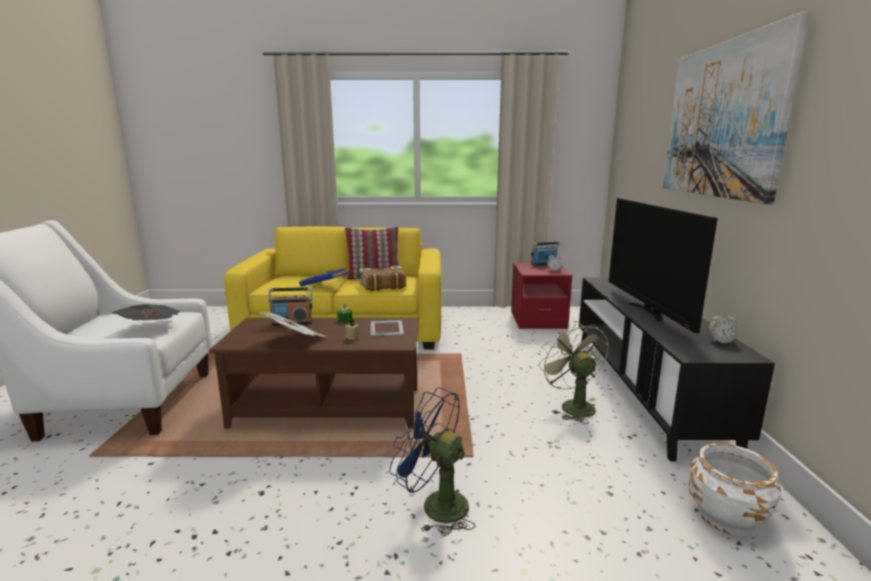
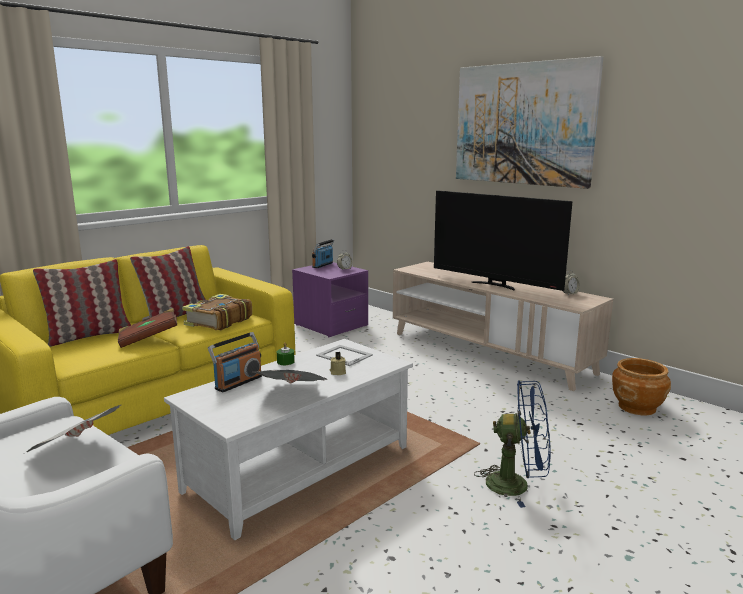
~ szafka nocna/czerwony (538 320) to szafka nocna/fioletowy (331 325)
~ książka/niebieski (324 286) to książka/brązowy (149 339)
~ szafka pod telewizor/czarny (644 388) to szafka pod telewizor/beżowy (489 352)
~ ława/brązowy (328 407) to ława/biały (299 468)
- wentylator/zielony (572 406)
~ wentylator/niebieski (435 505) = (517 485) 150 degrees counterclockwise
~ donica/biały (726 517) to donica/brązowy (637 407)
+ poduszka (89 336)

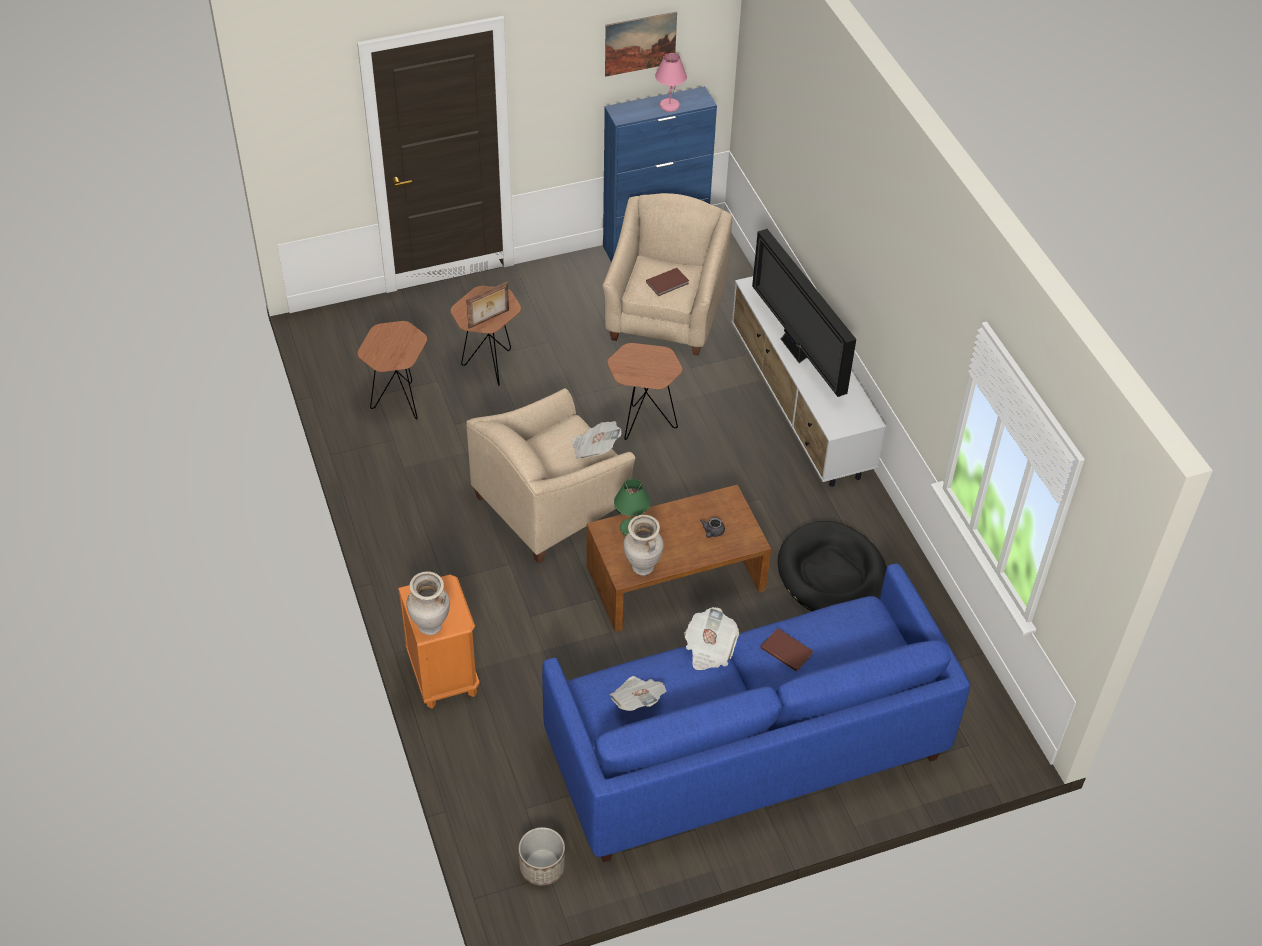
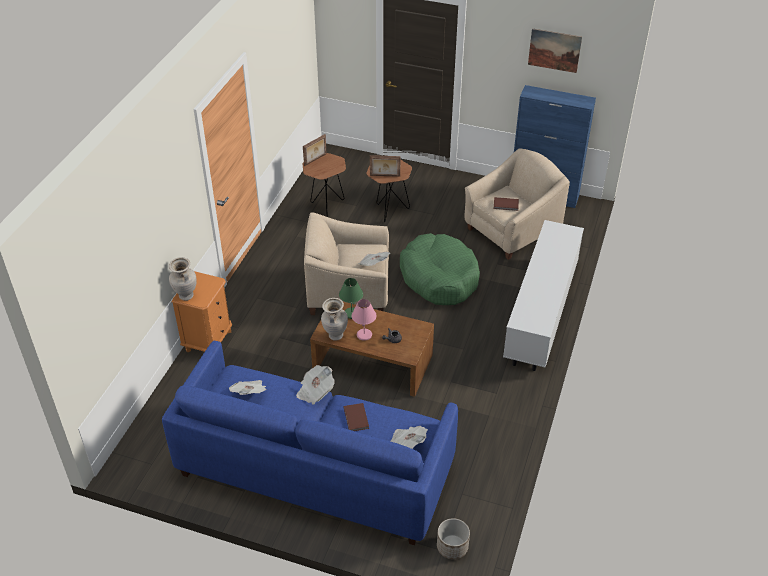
~ lampa stołowa/różowy (669 106) to (364 335)
- telewizor (795 351)
~ stolik/brązowy (642 424) to legowisko/zielony (439 278)
- legowisko/czarny (832 575)
~ donica (542 867) to (452 547)
+ ramka na zdjęcie (315 160)
+ gazeta (407 443)

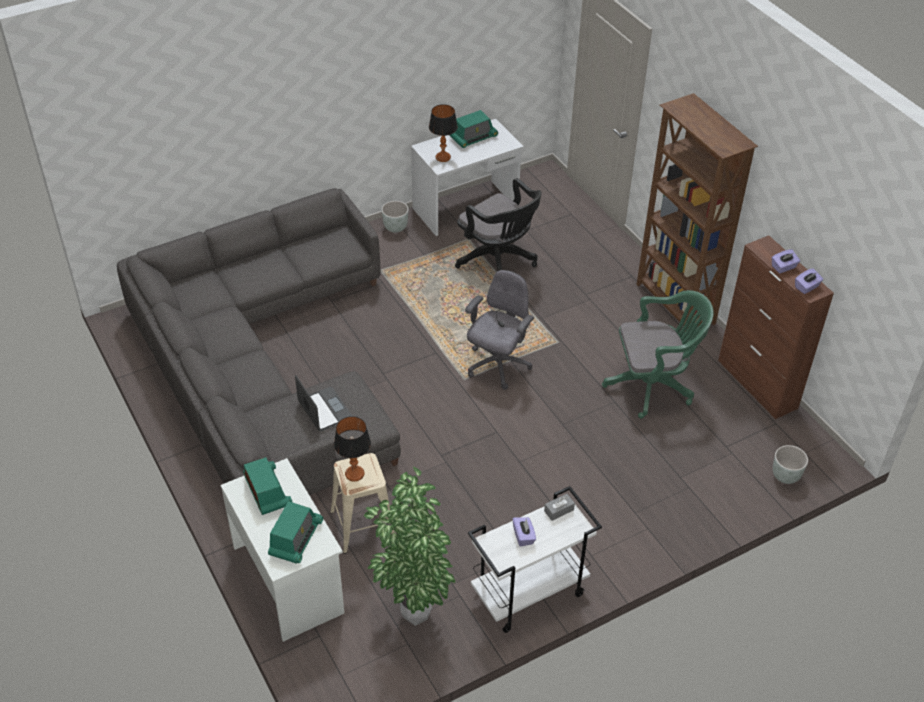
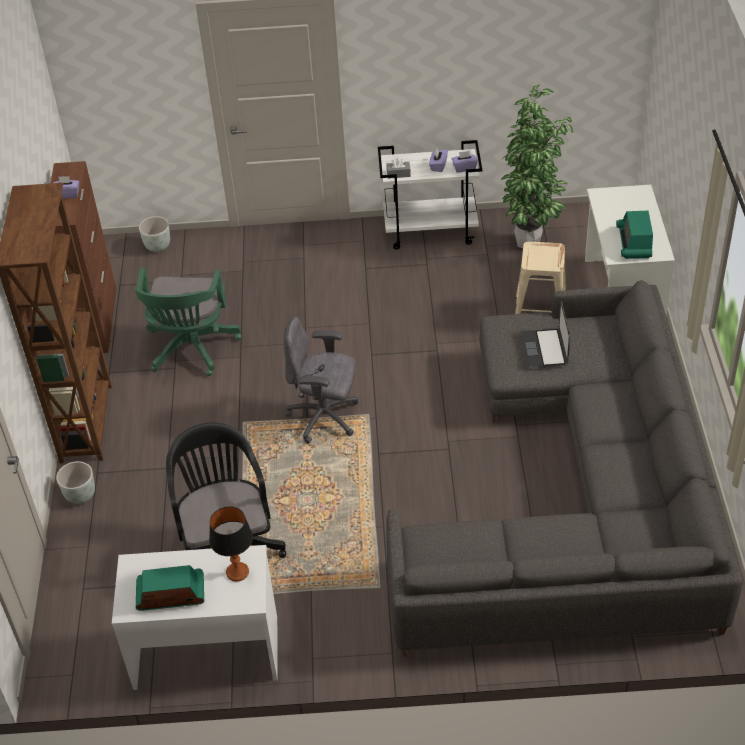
~ donica/szary (395 227) to (80 495)
~ pudełko chusteczek/fioletowy (807 287) to (464 168)
~ krzesło biurowe/szary (497 366) = (325 417) 45 degrees clockwise
~ krzesło biurowe/zielony (653 385) = (191 349) 105 degrees counterclockwise
- lampa stołowa (355 474)
- radio (295 539)

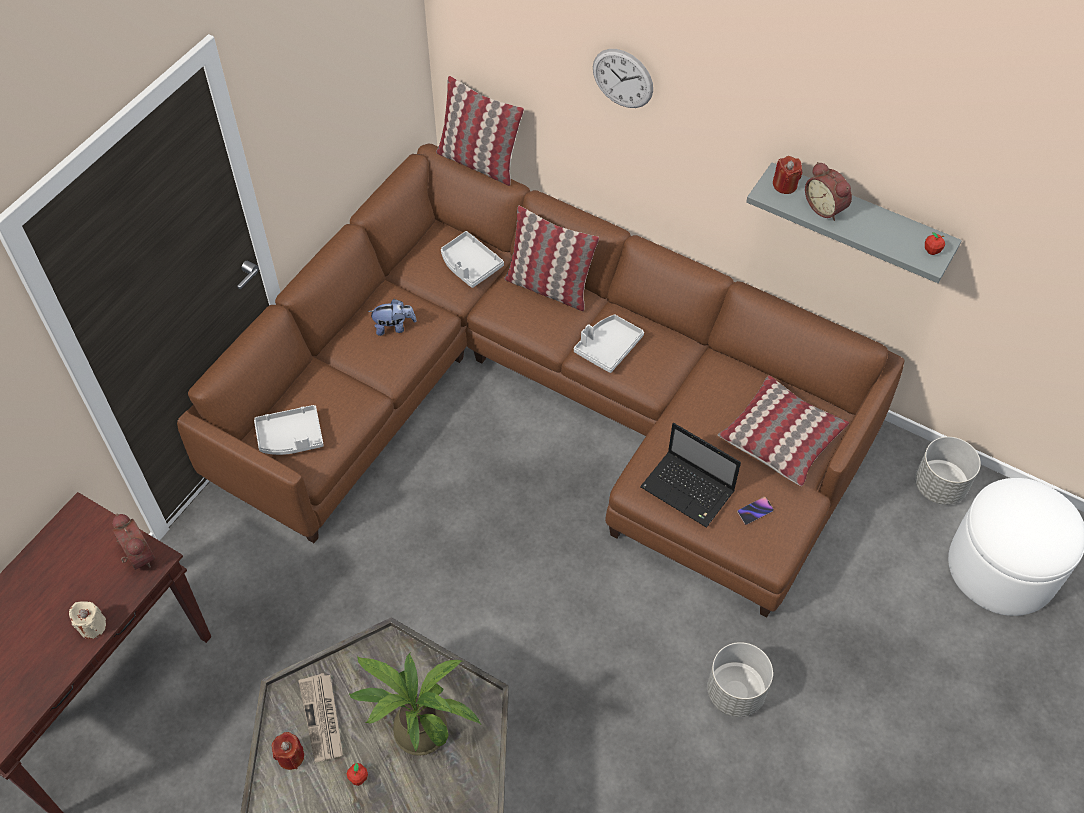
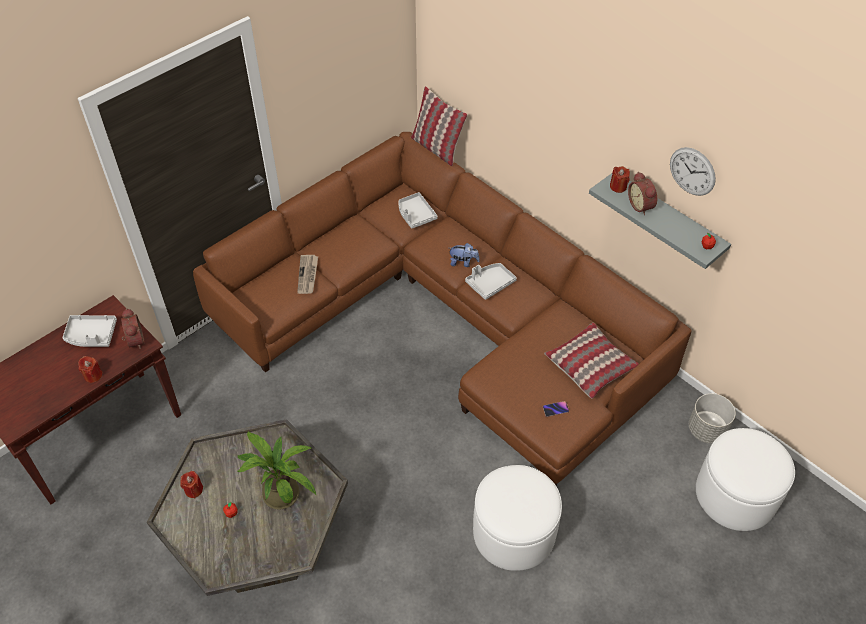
~ zegar ścienny (622 78) to (692 171)
- poduszka (549 287)
~ pluszak (394 327) to (463 263)
~ taca/szary (291 437) to (91 335)
- laptop (689 490)
~ świeca/beżowy (92 626) to świeca/czerwony (93 375)
~ donica/szary (735 692) to pufa/biały (514 532)
~ gazeta (323 718) to (308 275)

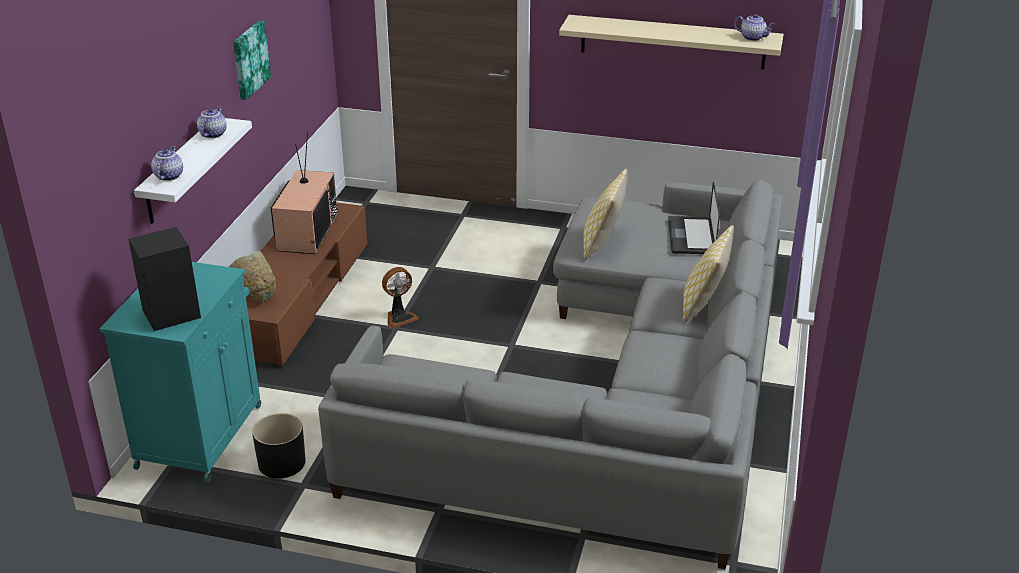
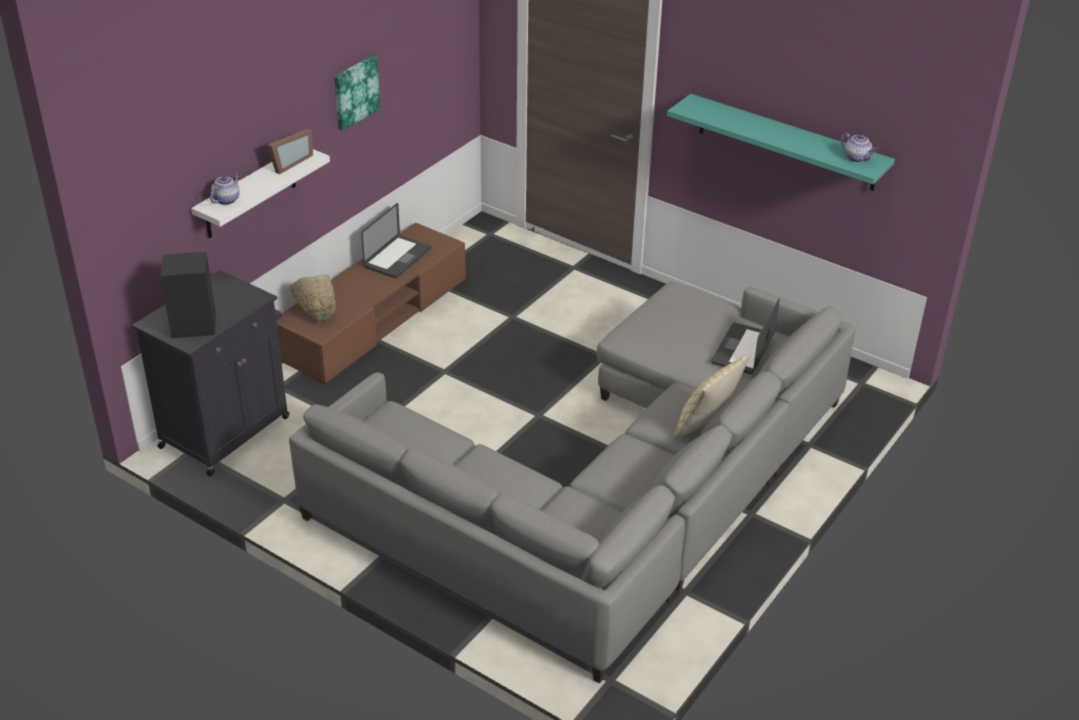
~ półka/beżowy (672 42) to półka/turkusowy (786 142)
~ imbryk (213 134) to ramka na zdjęcie (288 163)
~ telewizor (306 231) to laptop (397 258)
- poduszka (602 243)
~ szafka/turkusowy (201 434) to szafka/czarny (227 431)
- wentylator (399 317)
- donica/czarny (282 462)

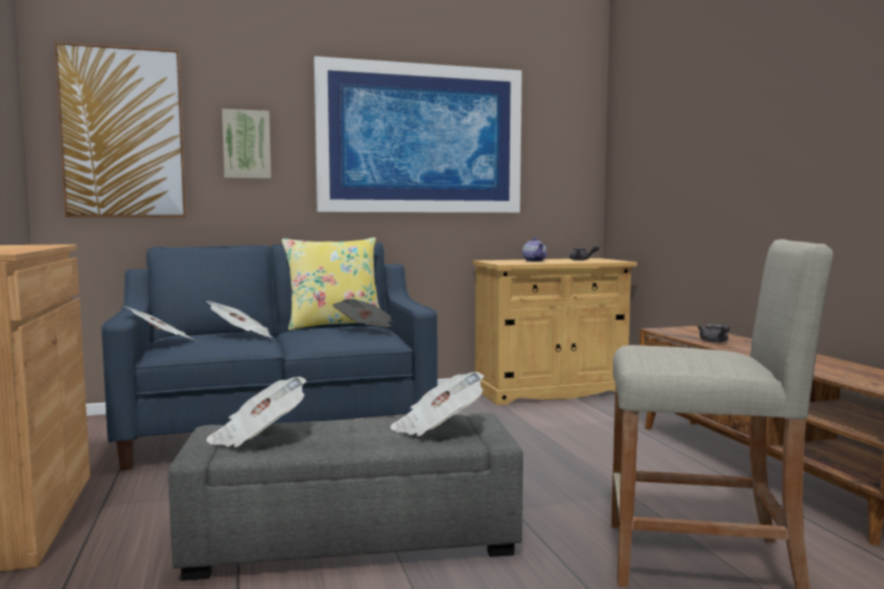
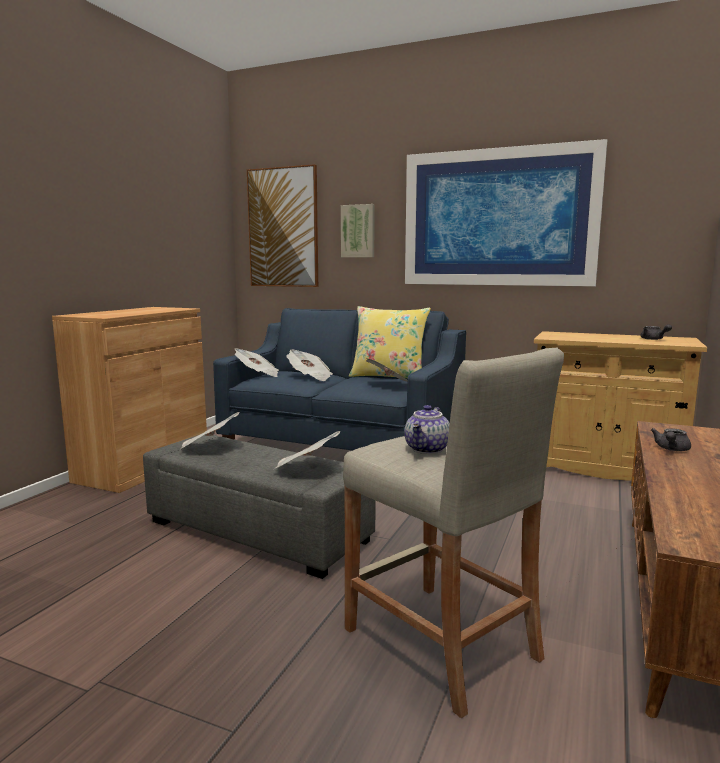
~ imbryk (534 261) to (428 449)

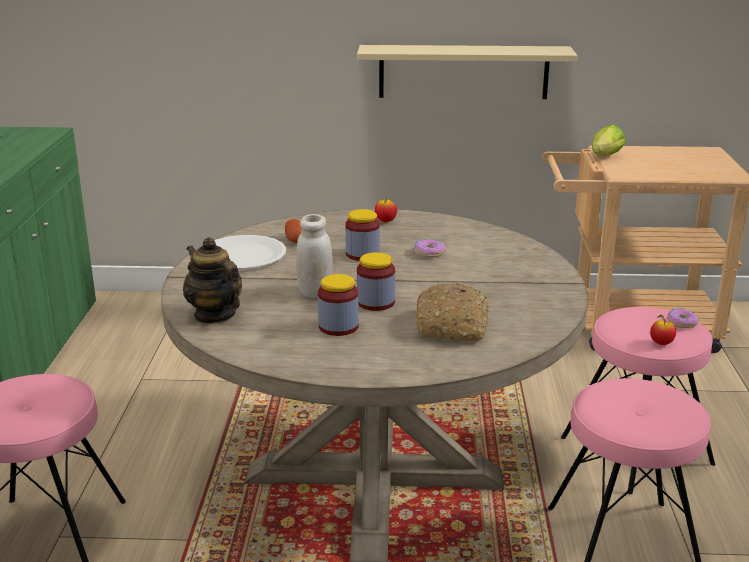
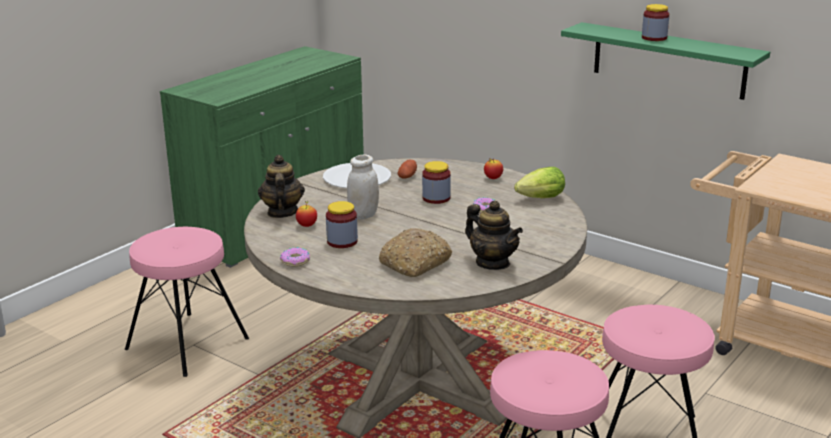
~ półka/beżowy (463 72) to półka/zielony (668 60)
~ sałata (604 157) to (538 199)
~ słoik (375 302) to (654 38)
~ donut (682 322) to (295 261)
~ jabłko (661 343) to (307 225)
+ imbryk (492 263)

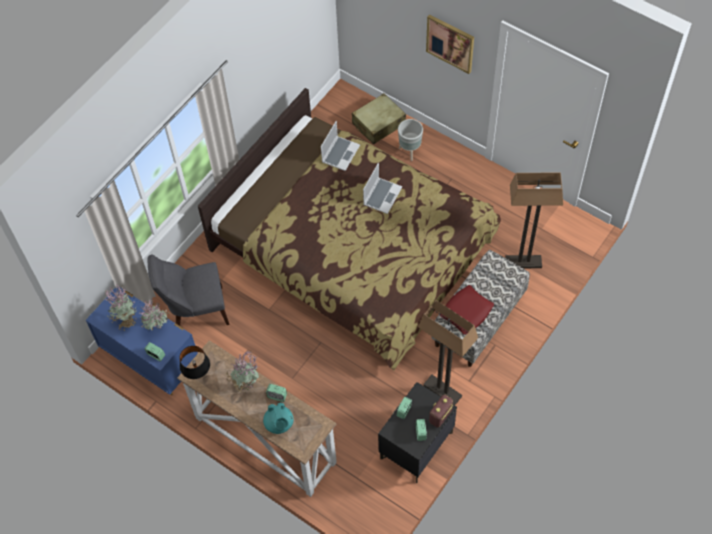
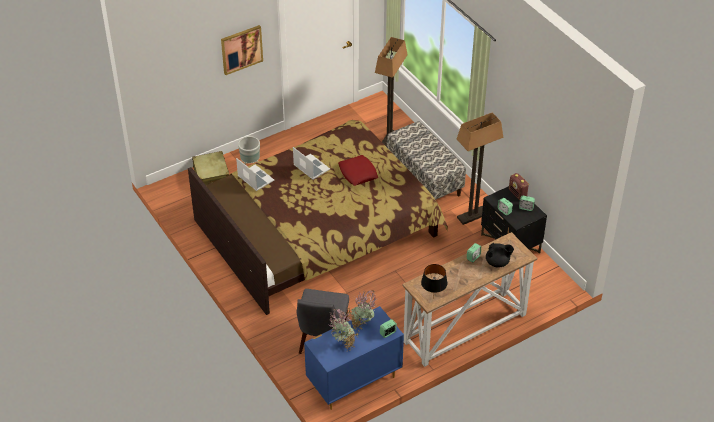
~ poduszka/czerwony (466 312) to (358 173)
- roślina doniczkowa (246 383)
~ imbryk/turkusowy (279 424) to imbryk/czarny (498 262)

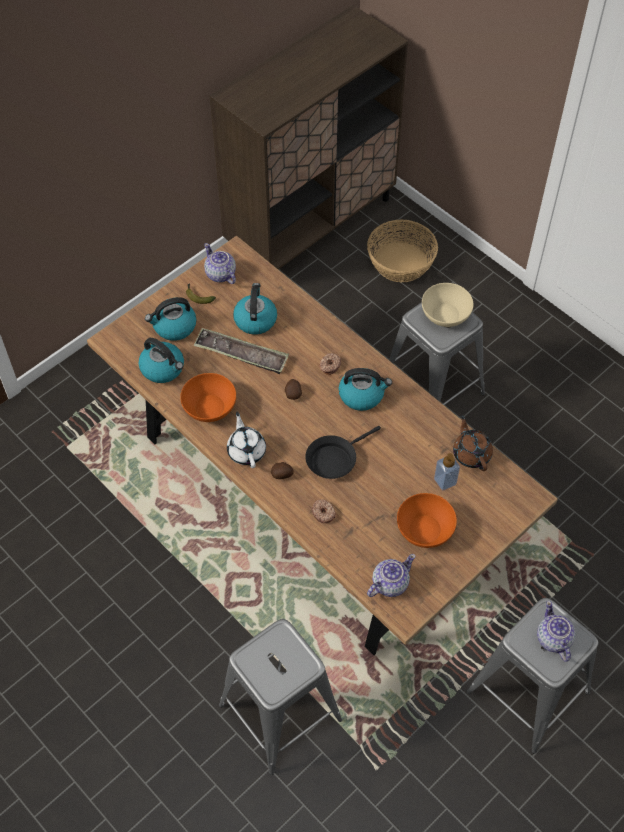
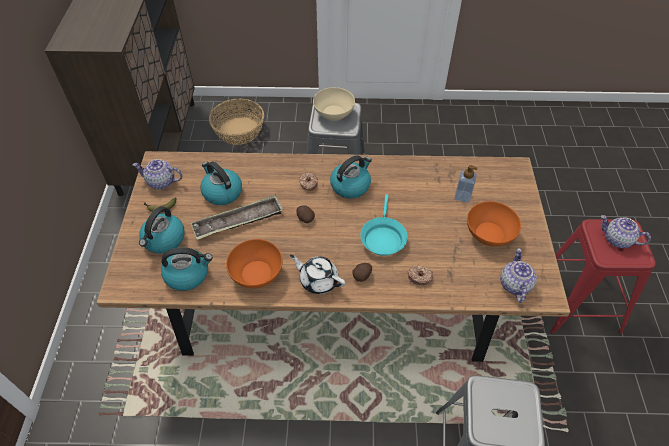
- imbryk/brązowy (471 453)
~ patelnia/czarny (334 459) to patelnia/turkusowy (383 237)
~ stołek/szary (528 692) to stołek/czerwony (577 302)

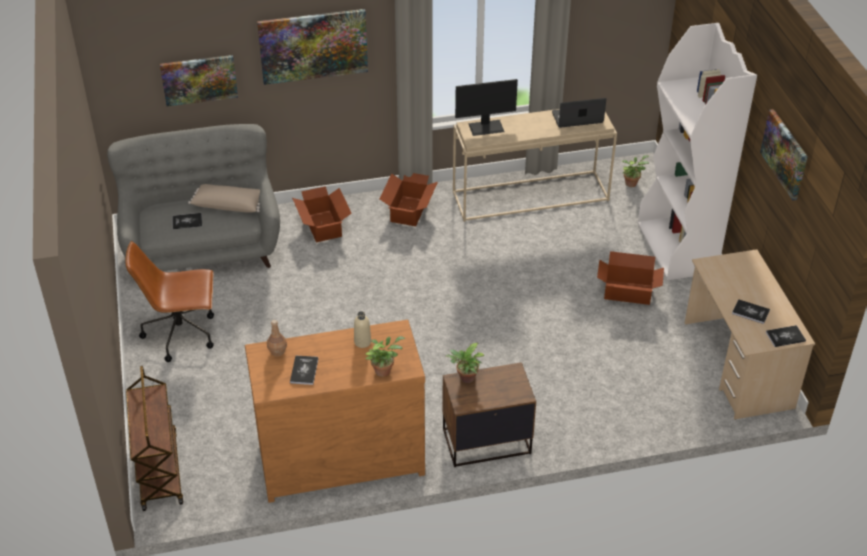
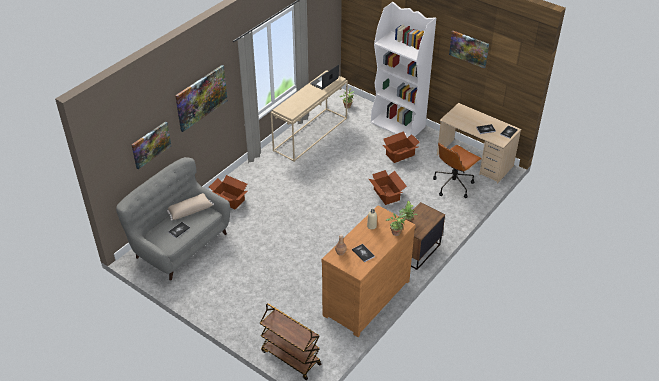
- monitor (486 127)
~ karton (409 211) to (386 194)
~ krzesło biurowe/brązowy (182 334) to (453 185)

